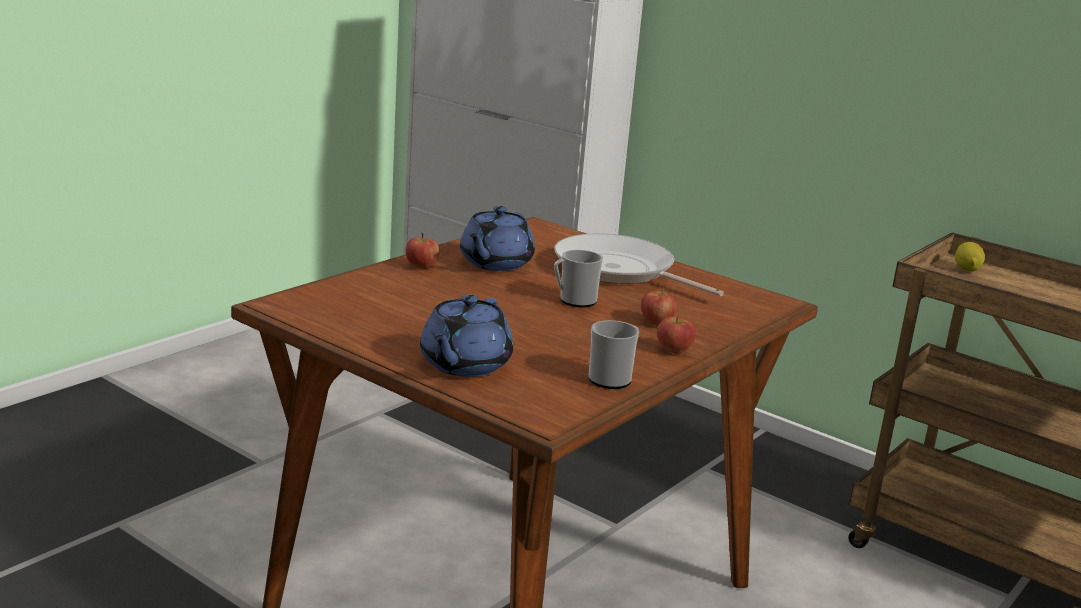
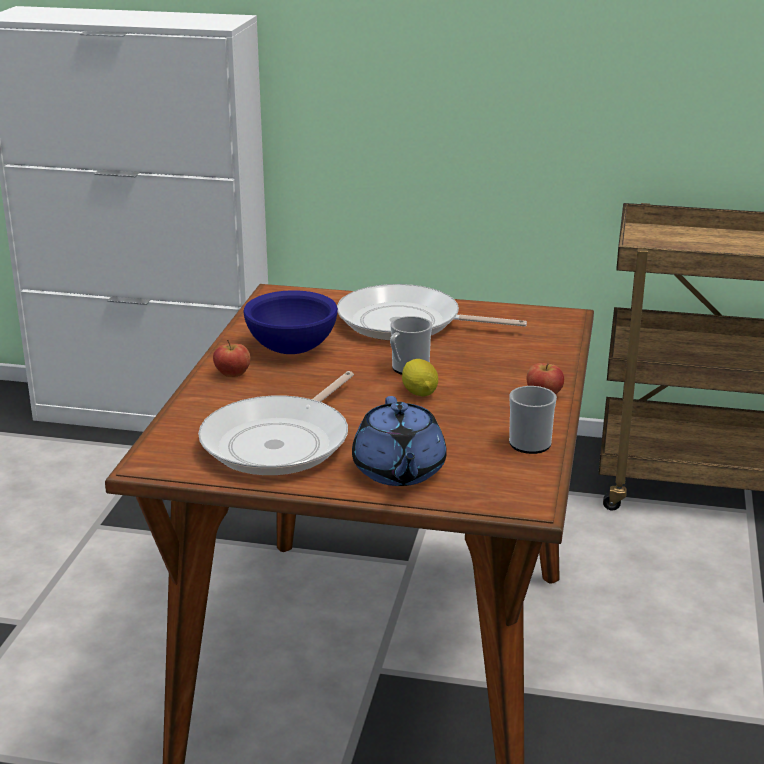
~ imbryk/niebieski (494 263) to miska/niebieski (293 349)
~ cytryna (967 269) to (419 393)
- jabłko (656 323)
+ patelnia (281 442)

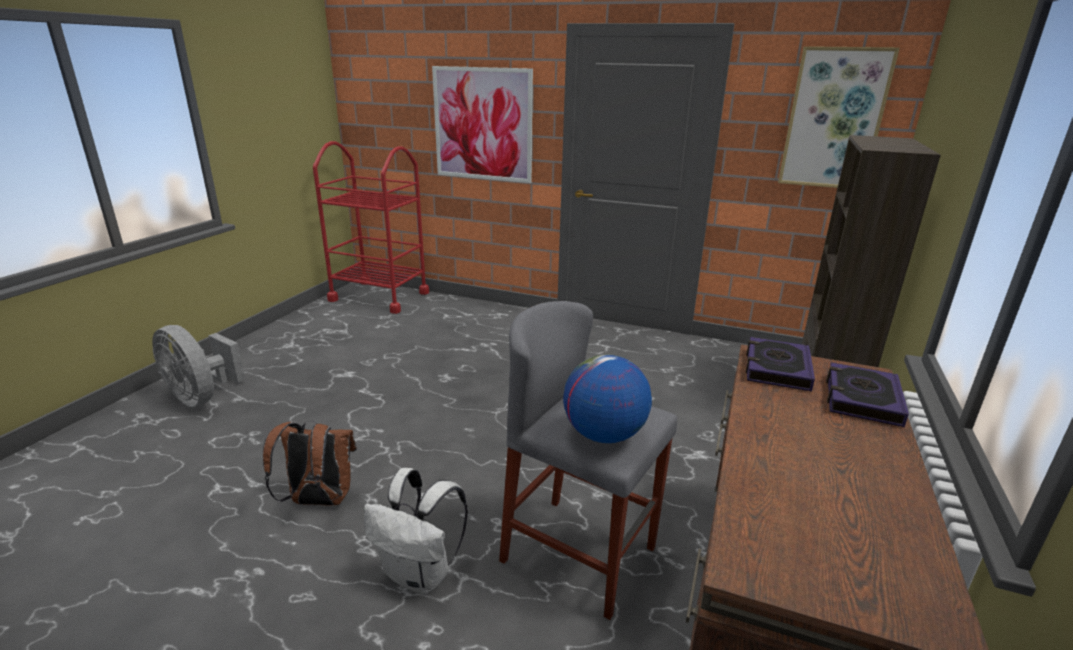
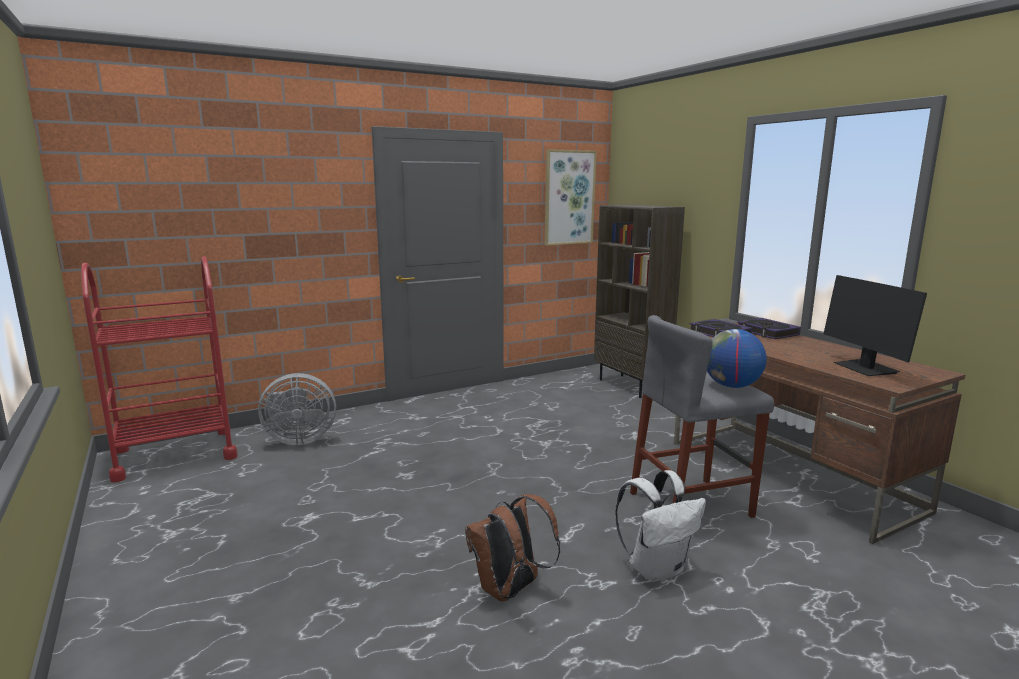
- obraz (482 124)
~ wentylator/szary (202 397) to (298 440)
+ monitor (865 368)

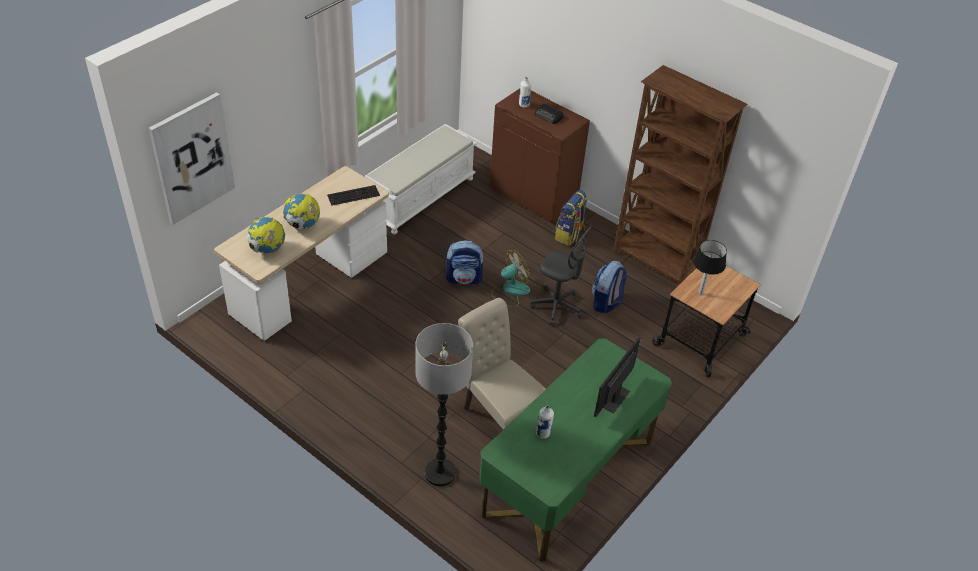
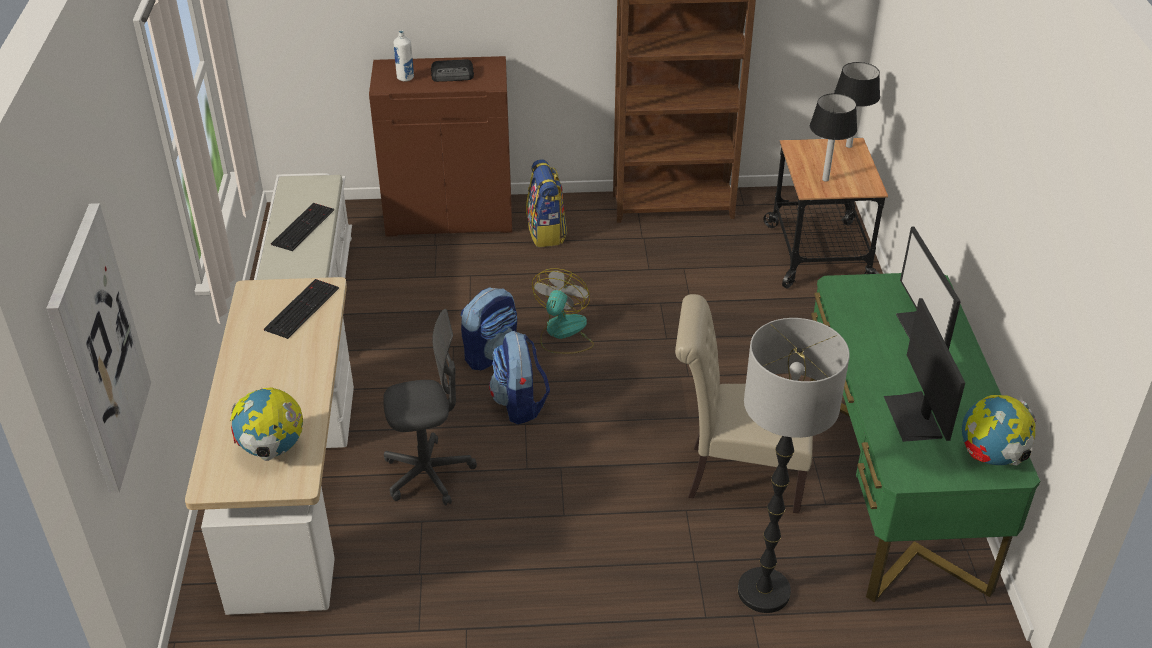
~ globus (302 225) to (990 456)
~ krzesło biurowe/szary (556 306) to (428 474)
~ plecak (606 302) to (520 404)
~ butelka/biały (543 433) to monitor (914 417)
+ lampa stołowa (848 146)
+ klawiatura (302 226)

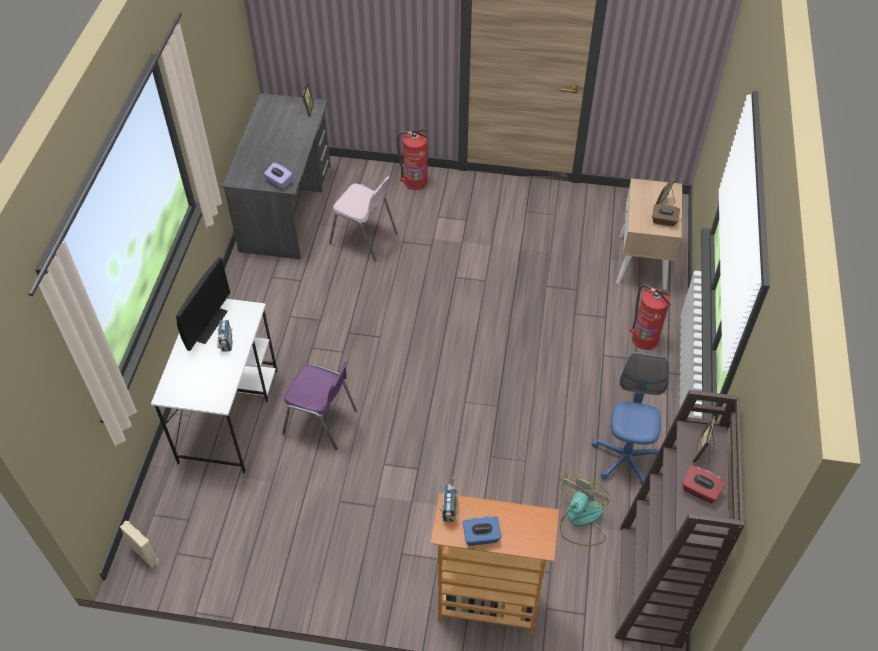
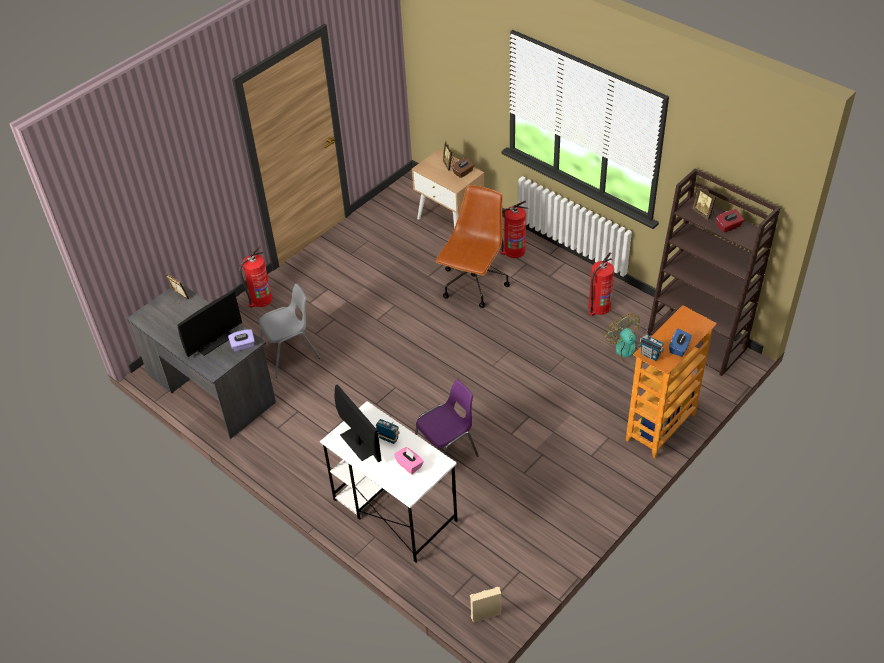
~ krzesło/różowy (364 238) to krzesło/szary (290 354)
~ krzesło biurowe/niebieski (625 458) to gaśnica (598 307)
+ krzesło biurowe/brązowy (474 285)
+ monitor (214 341)
+ pudełko chusteczek/różowy (409 465)

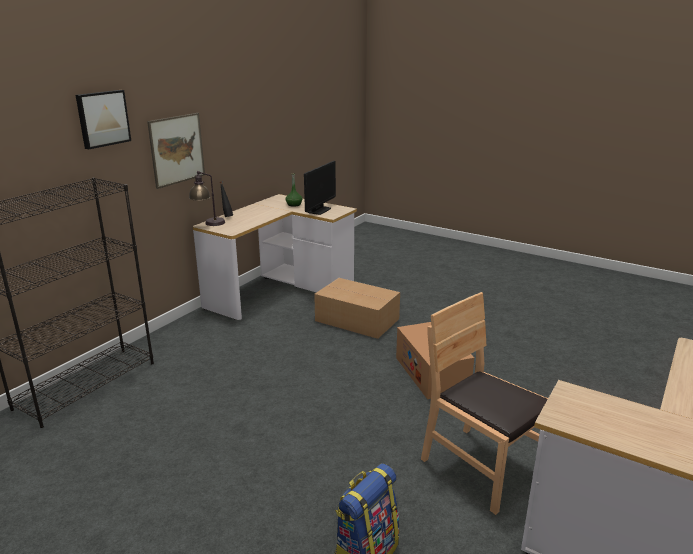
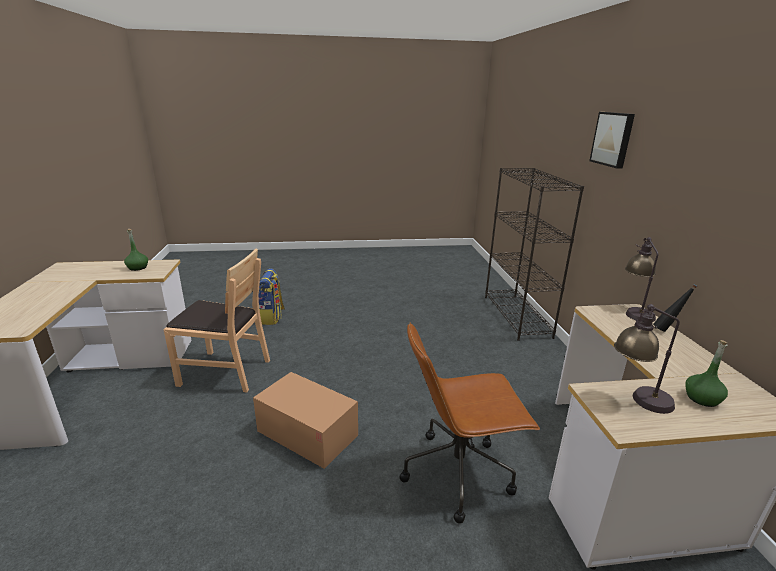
- obraz (177 149)
~ monitor (319 210) to lampa stołowa (637 399)
~ karton (358 320) to krzesło biurowe/brązowy (459 472)
+ butelka/zielony (138 267)

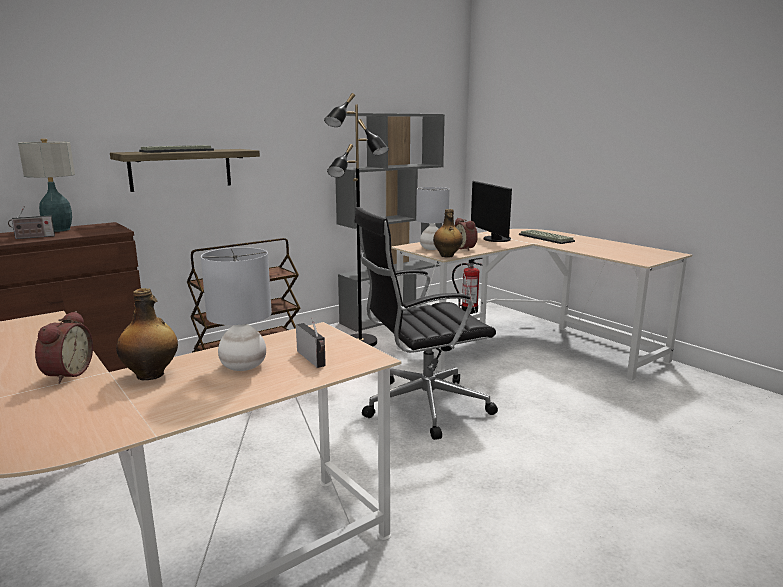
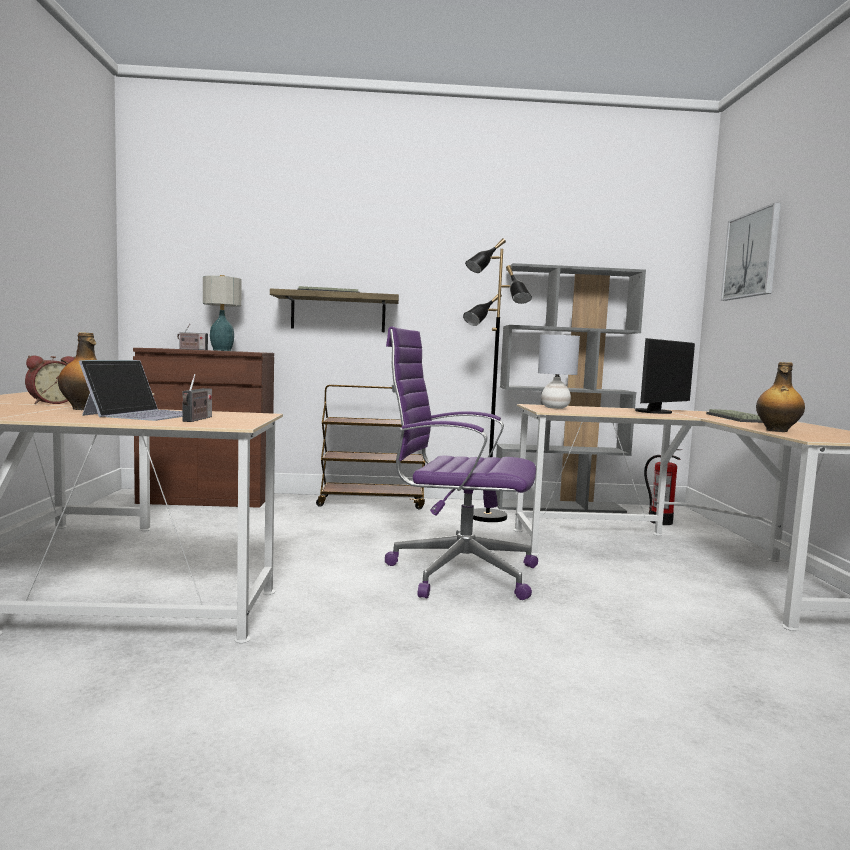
~ monitor (494 239) = (657 412) 150 degrees counterclockwise
~ krzesło biurowe/czarny (422 406) to krzesło biurowe/fioletowy (457 572)
~ butelka (447 256) to (777 431)
- budzik (465 248)
~ lampa stołowa/szary (242 366) to laptop (145 414)
+ obraz (751 255)

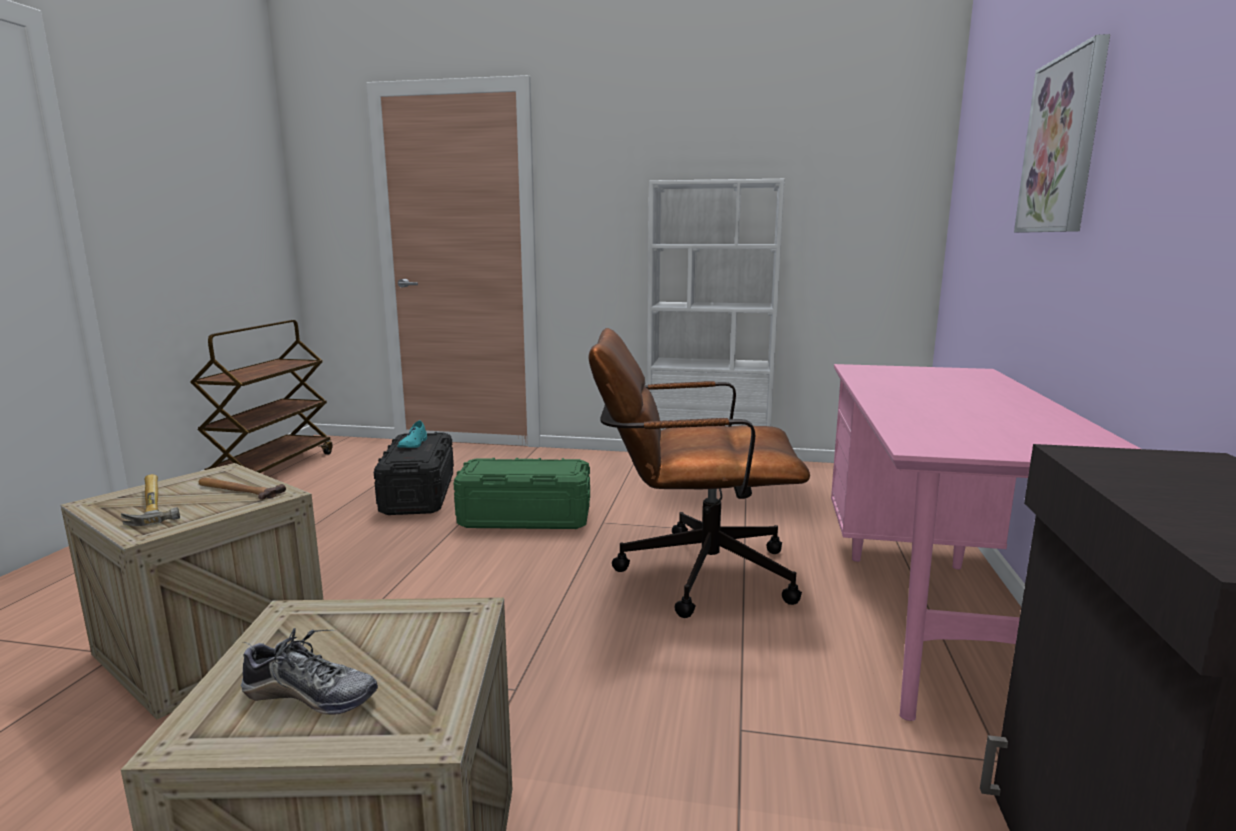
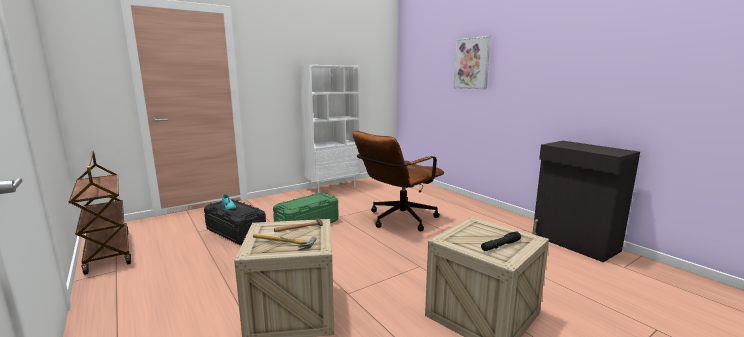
- biurko/różowy (931 615)
~ but (311 696) to latarka/czarny (500 246)

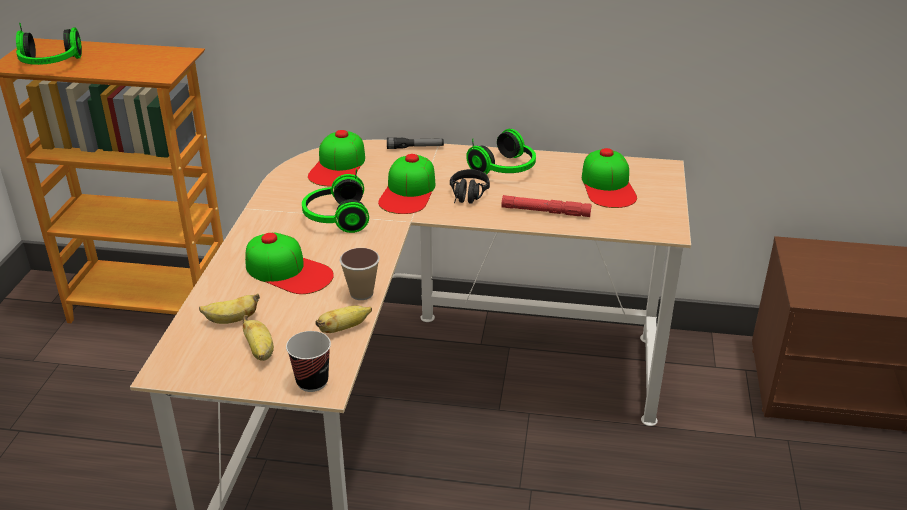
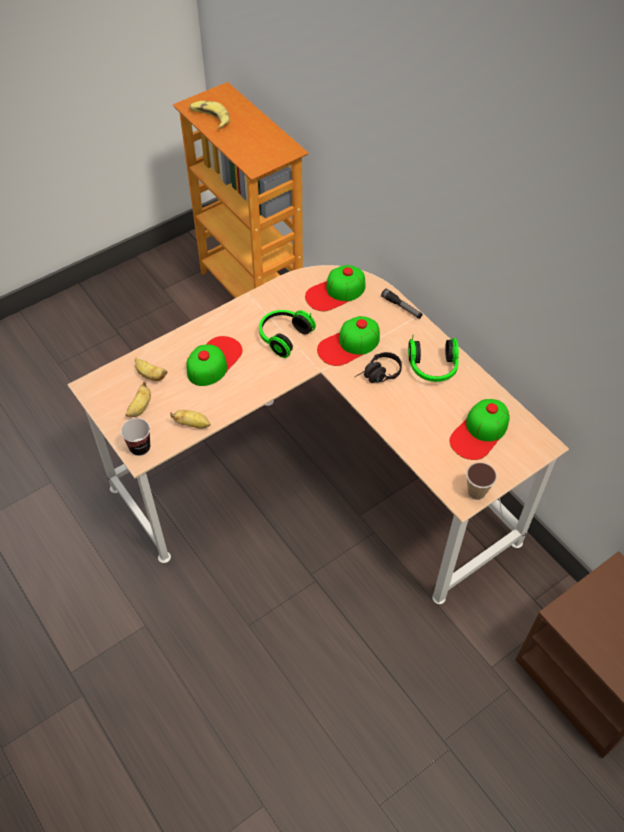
~ słuchawki (50 64) to banan (210 118)
- latarka/czerwony (545 211)
~ czapka z daszkiem (288 271) = (213 361) 135 degrees counterclockwise
~ filiżanka (361 293) to (476 492)

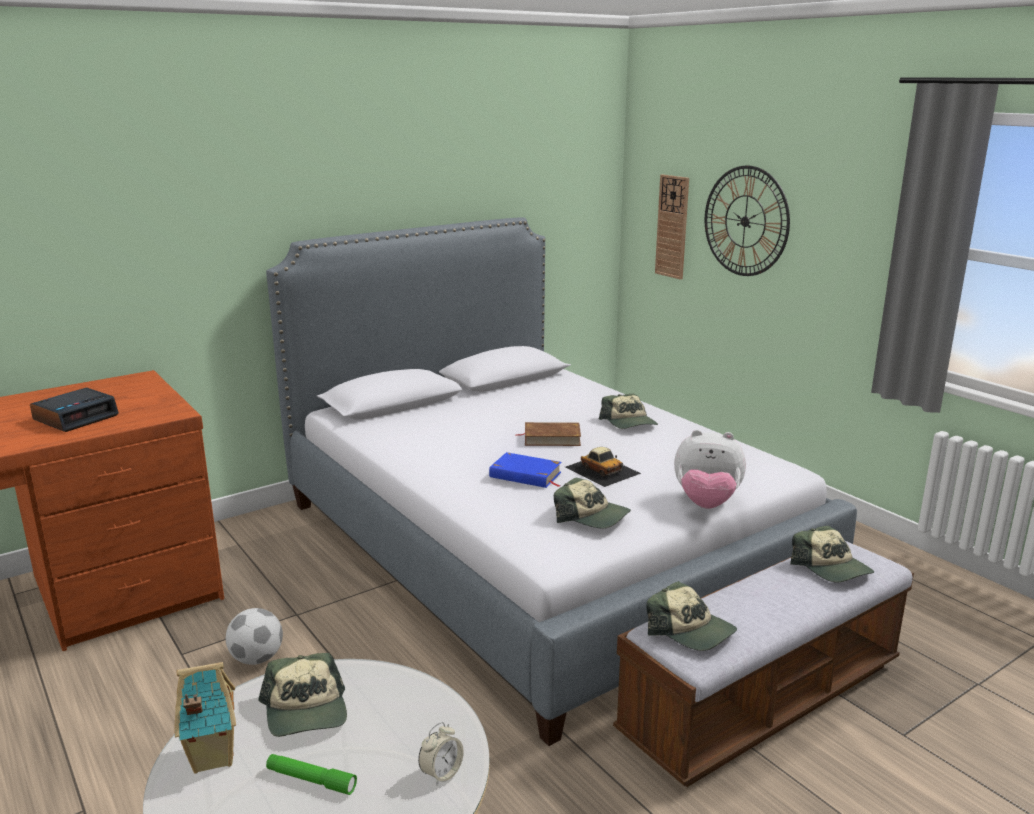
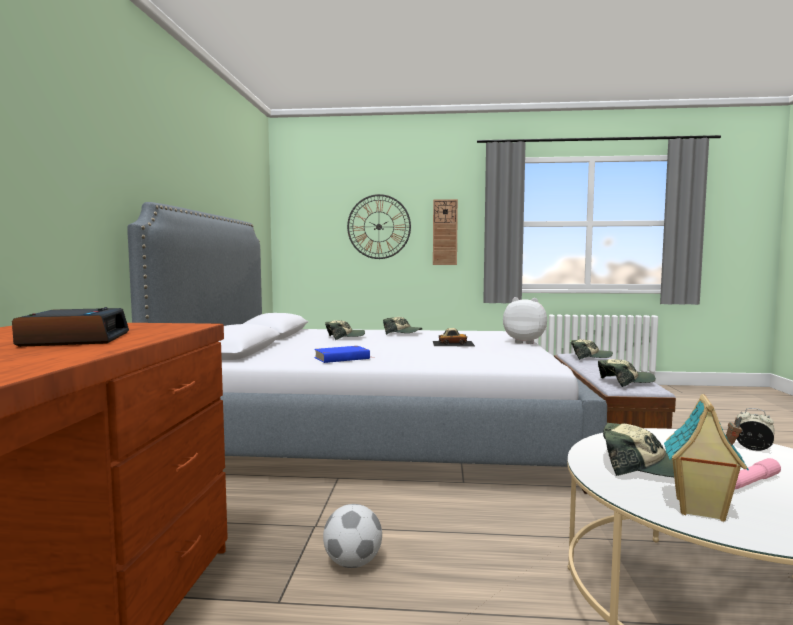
~ zegar ścienny (672 227) to (445 232)
- książka/brązowy (551 438)
~ pluszak (706 503) = (525 342) 120 degrees counterclockwise
~ książka/niebieski (525 475) to (342 358)
~ czapka z daszkiem (592 516) to (344 337)
~ budzik (441 773) = (753 448) 45 degrees counterclockwise
~ latarka/zielony (311 780) to latarka/różowy (750 482)

